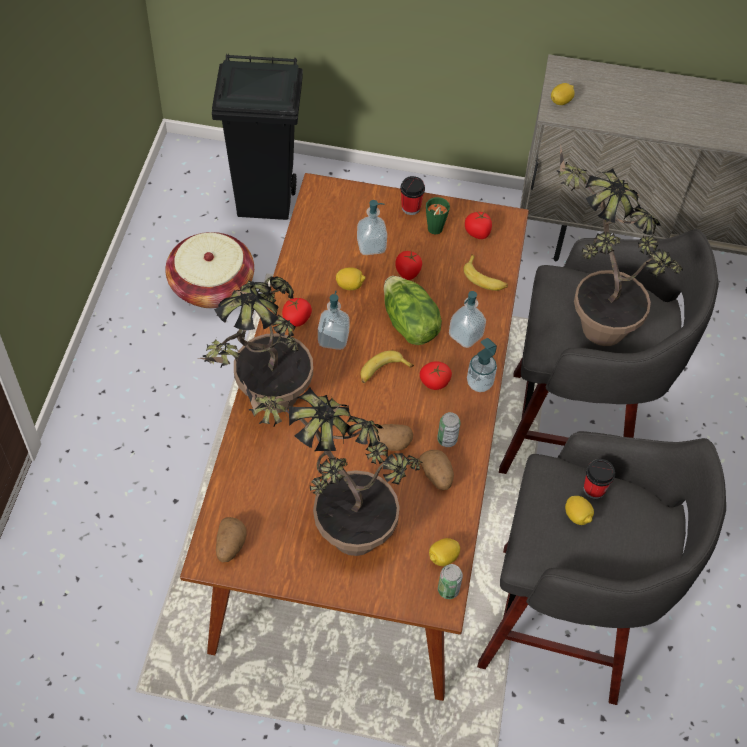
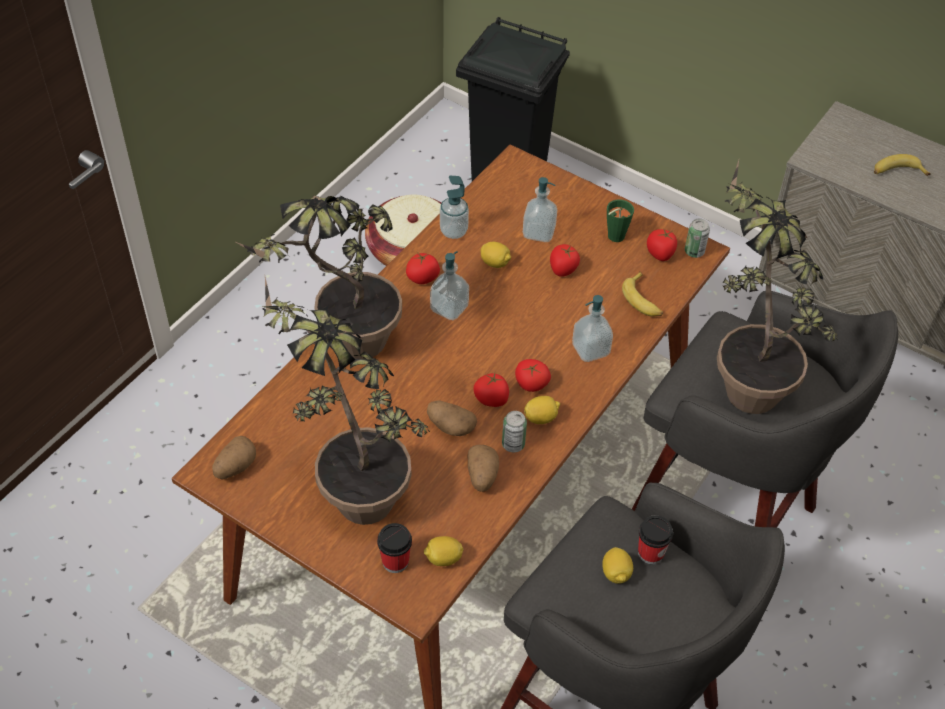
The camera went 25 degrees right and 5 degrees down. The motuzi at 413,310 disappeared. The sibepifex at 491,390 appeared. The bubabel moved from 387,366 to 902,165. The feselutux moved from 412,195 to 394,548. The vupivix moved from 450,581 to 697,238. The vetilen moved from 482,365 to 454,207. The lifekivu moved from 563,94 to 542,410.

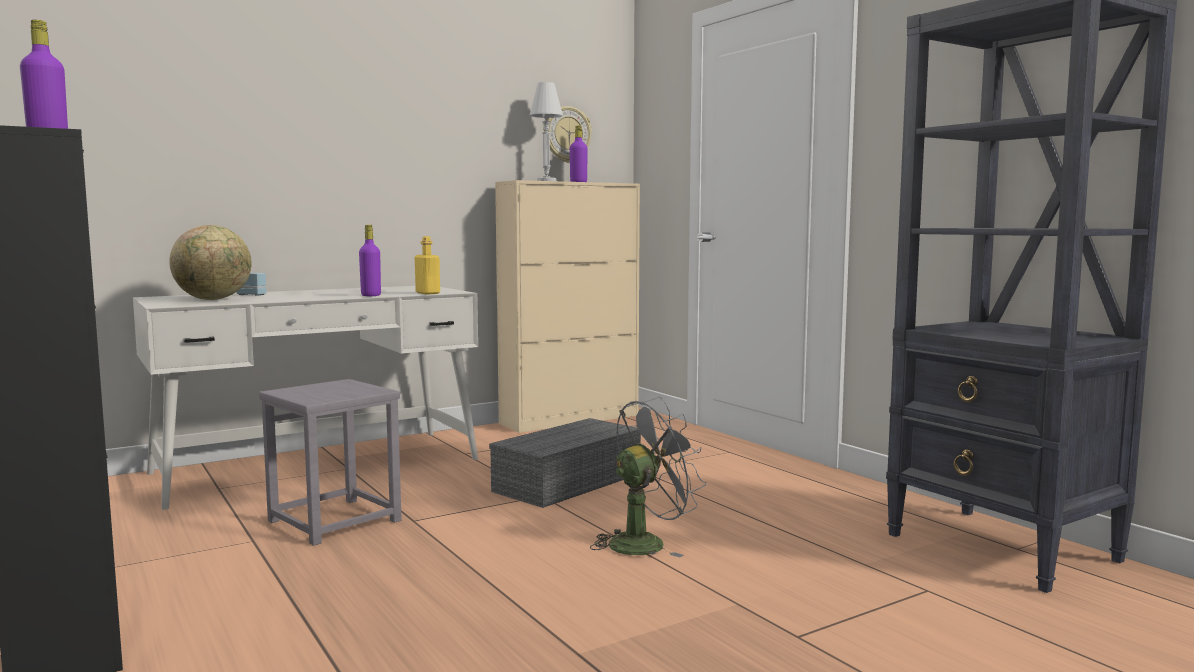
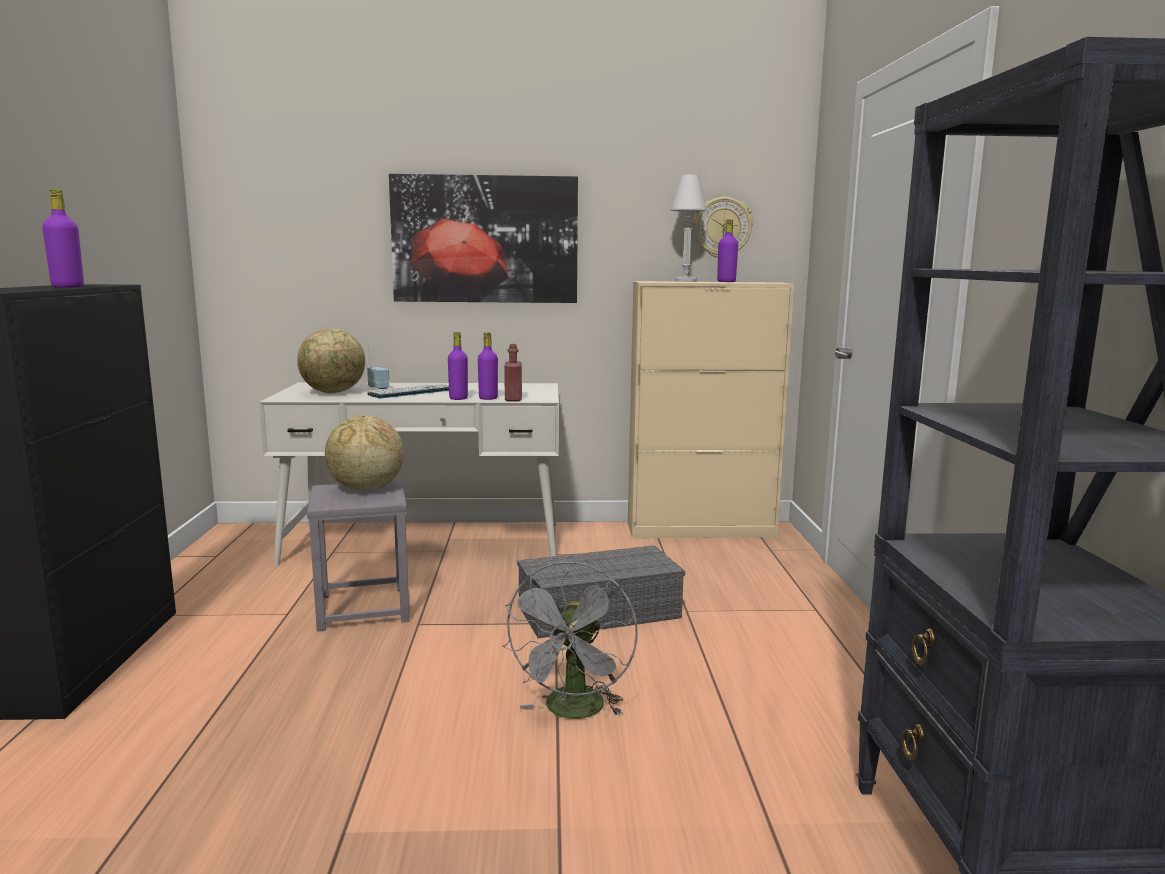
The camera went 30 degrees right and 5 degrees up. The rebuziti at 364,453 appeared. The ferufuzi at 408,391 appeared. The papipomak at 483,238 appeared. The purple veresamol at 488,366 appeared. The yellow veresamol at 427,265 became the red veresamol at 513,372. The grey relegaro at 648,477 turned 105 degrees clockwise.

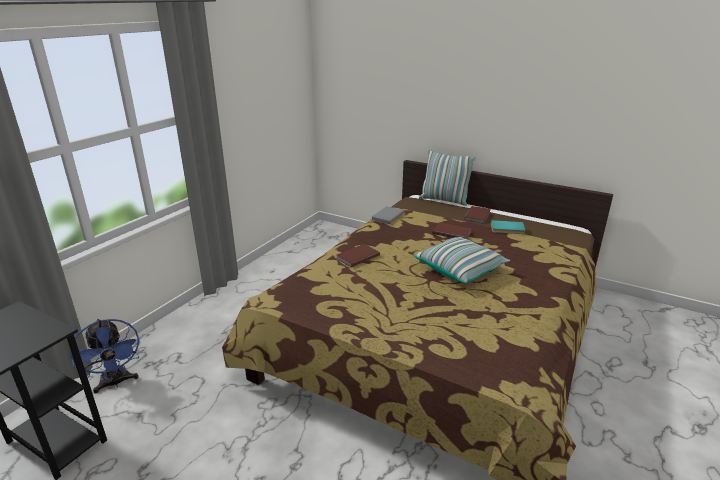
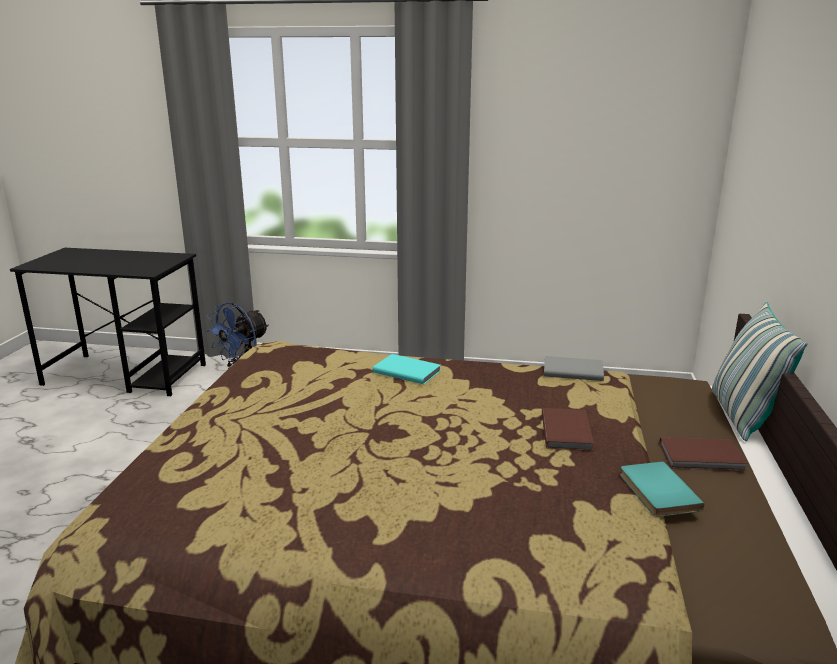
The camera went 70 degrees right and 5 degrees down. The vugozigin at 461,260 disappeared. The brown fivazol at 358,255 became the turquoise fivazol at 406,369.

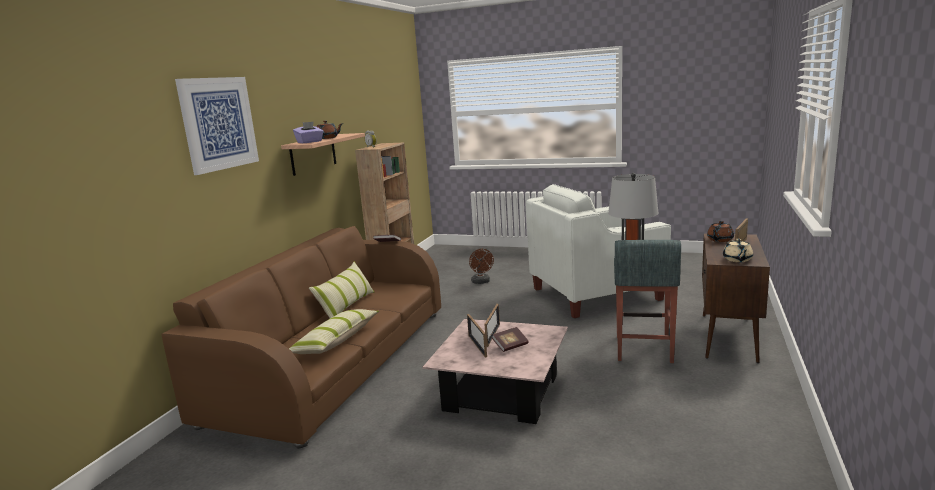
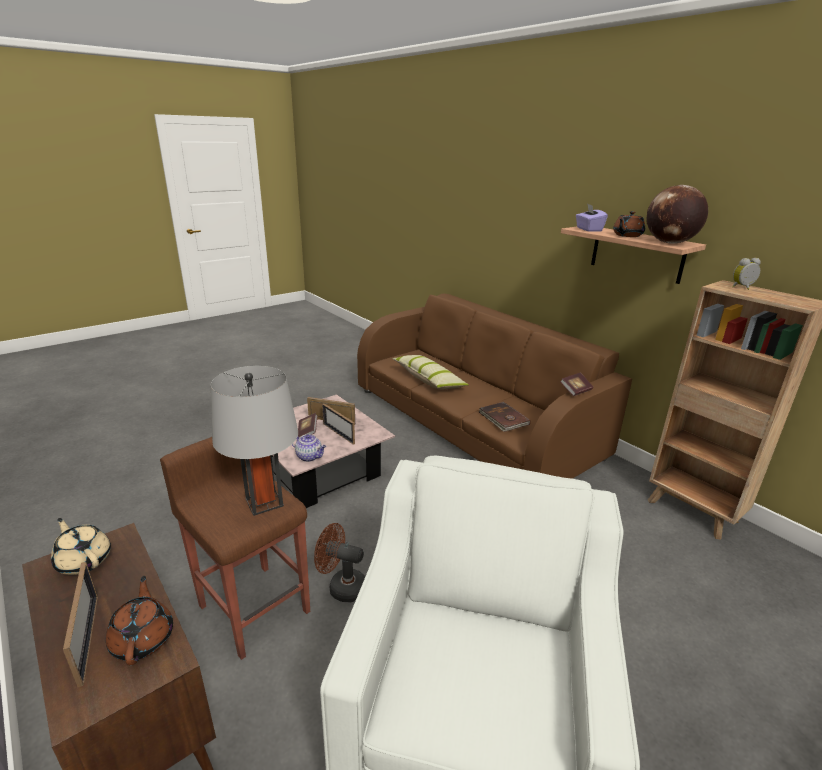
The camera went 120 degrees right and 10 degrees up. The papipomak at 217,126 disappeared. The vugozigin at 341,290 disappeared. The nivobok at 309,448 appeared. The brown fivazol at 505,417 appeared. The rebuziti at 677,214 appeared. The brown relegaro moved from 481,266 to 339,562. The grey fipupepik at 647,301 became the brown fipupepik at 235,548.

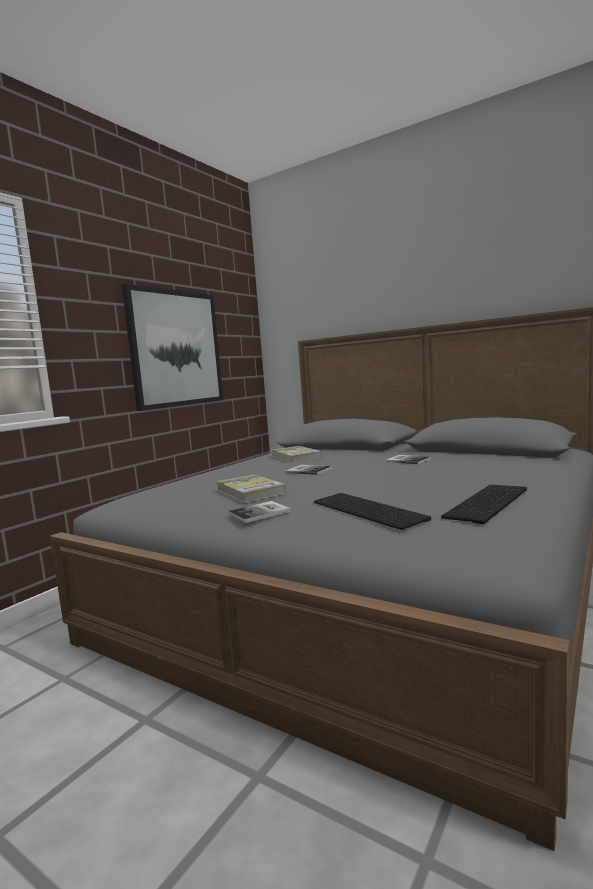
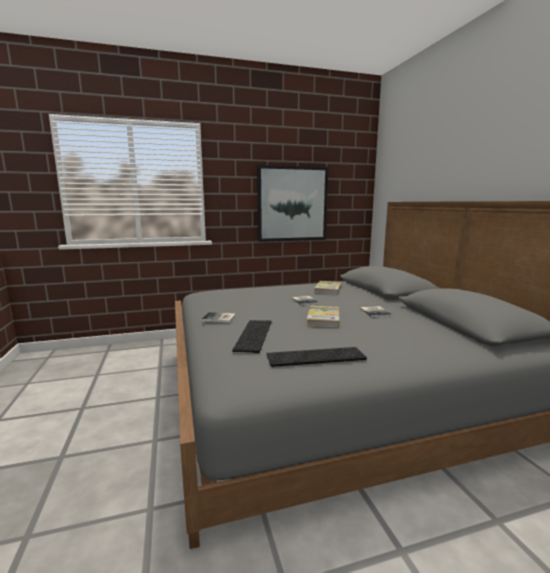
The camera went 40 degrees right and 5 degrees up. The fivazol moved from 251,488 to 322,317.

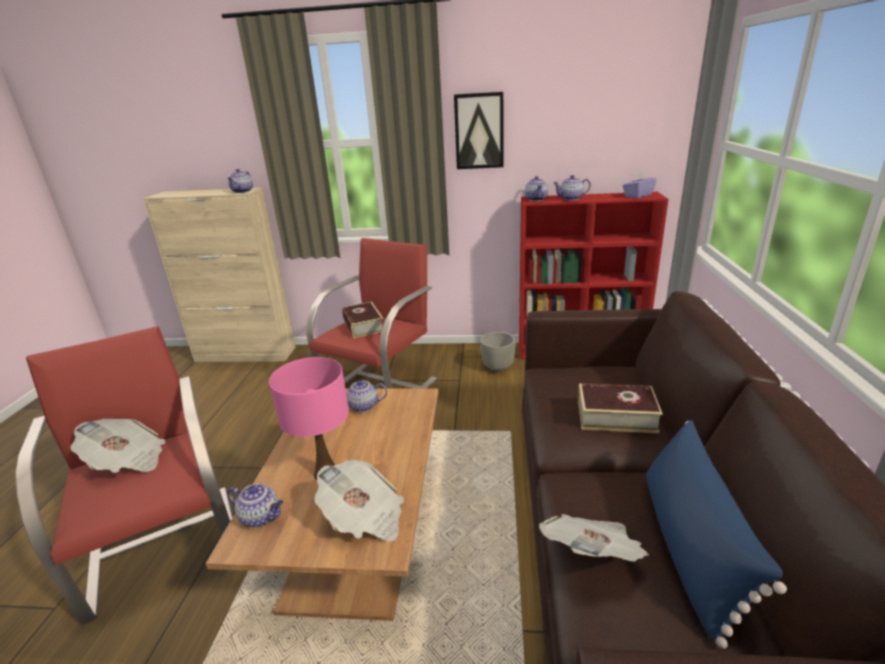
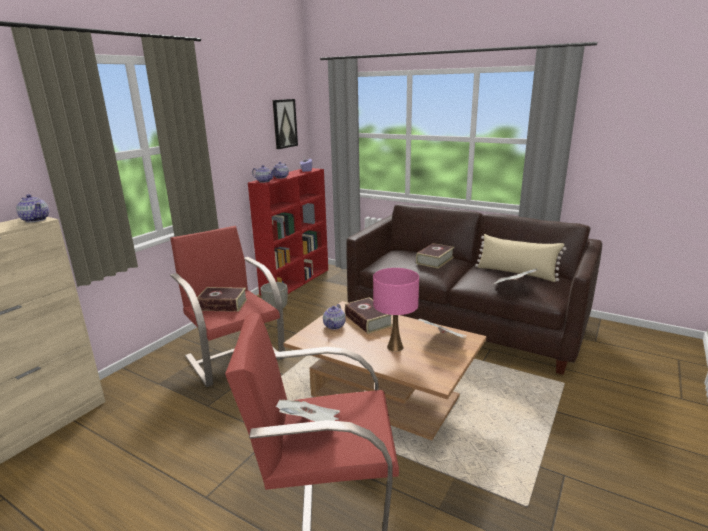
The camera went 65 degrees left and 5 degrees down. The nivobok at 255,505 disappeared. The fivazol at 369,315 appeared. The papipomak moved from 478,130 to 285,124. The blue vugozigin at 716,534 became the beige vugozigin at 520,258.

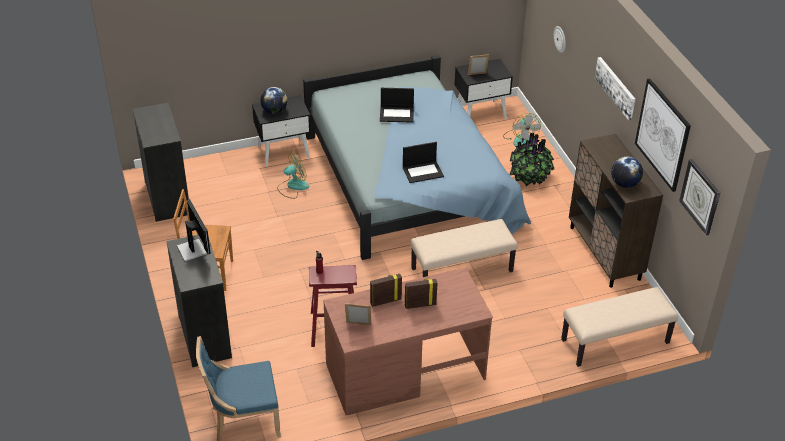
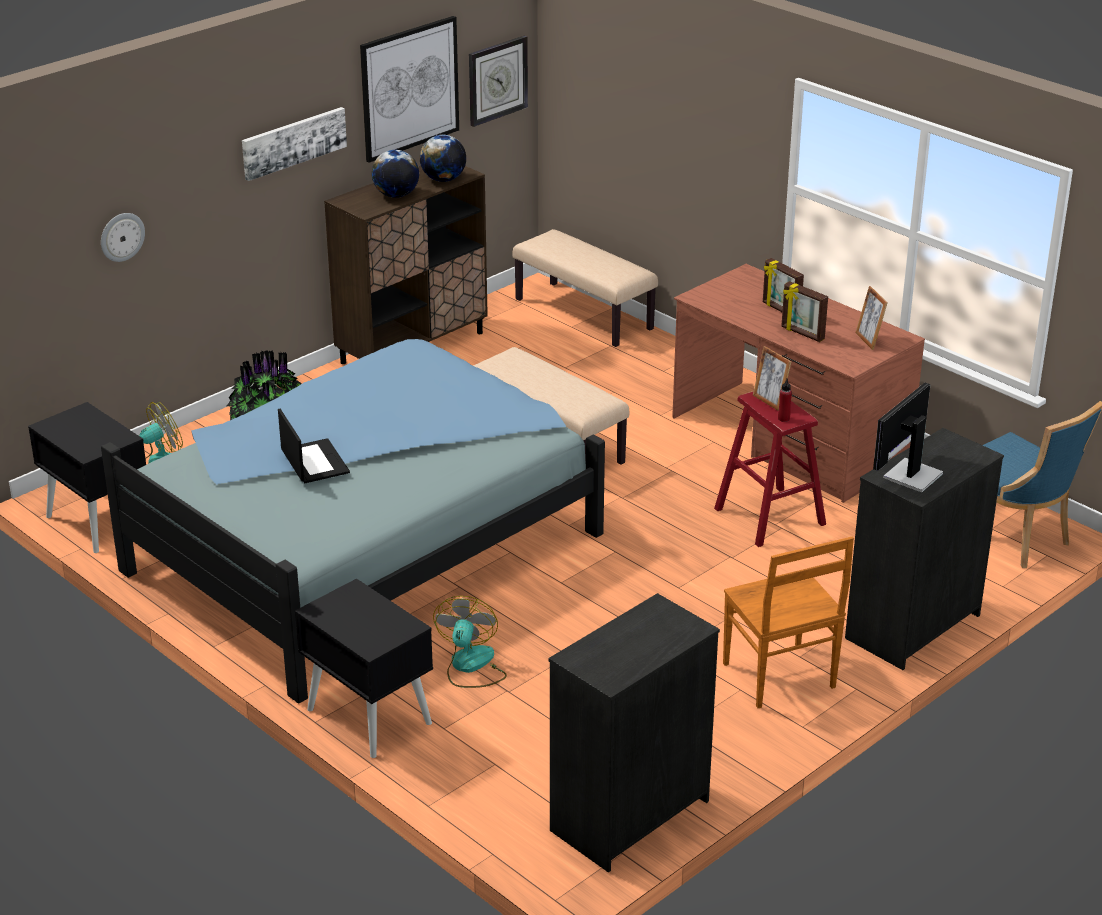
The camera went 115 degrees left and 10 degrees down. The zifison at 423,162 disappeared. The rebuziti moved from 273,100 to 395,174. The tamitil moved from 478,64 to 772,378. The relegaro at 293,176 turned 60 degrees clockwise.

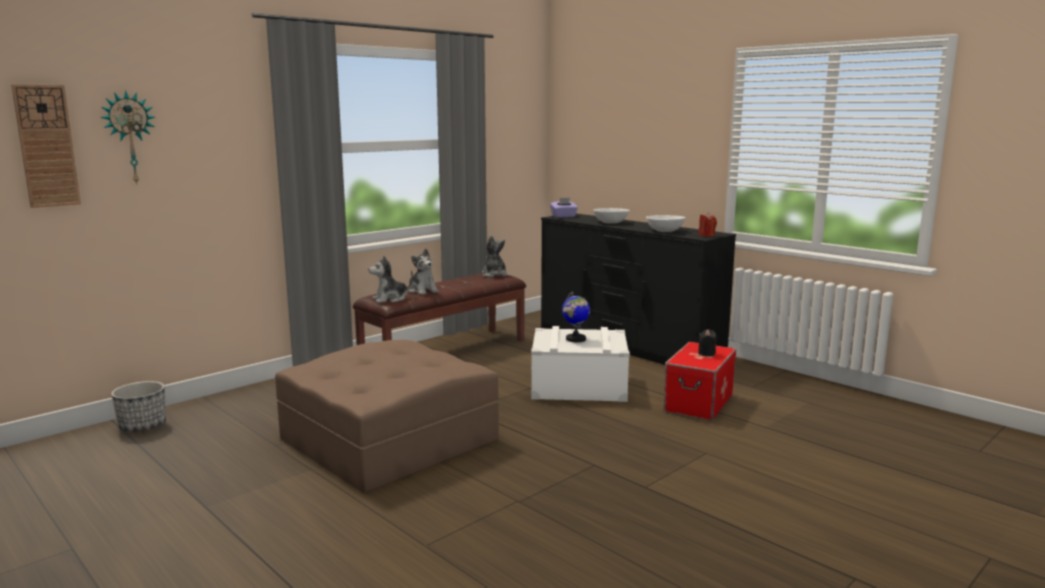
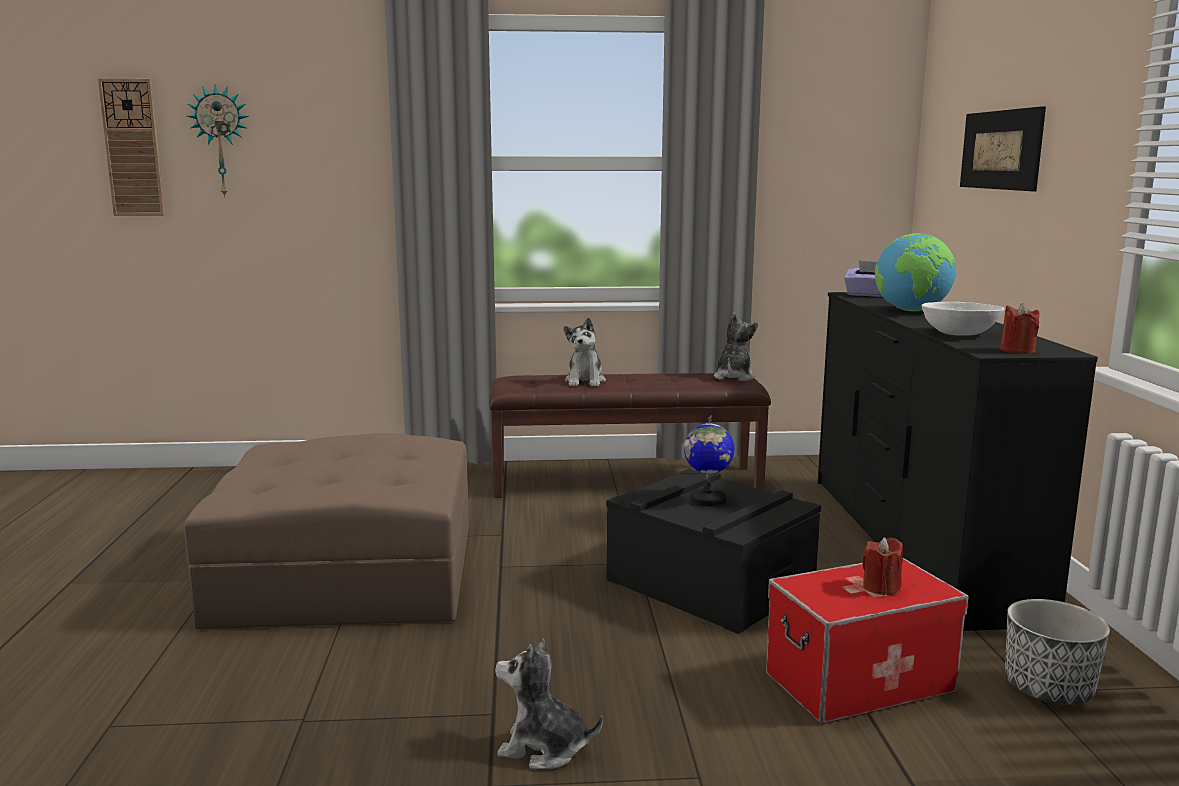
The camera went 40 degrees right and 0 degrees up. The papipomak at 1003,148 appeared. The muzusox moved from 138,406 to 1057,652. The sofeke moved from 390,279 to 549,703. The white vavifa at 611,216 was replaced by the rebuziti at 915,272. The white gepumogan at 580,364 became the black gepumogan at 713,551. The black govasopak at 707,342 became the red govasopak at 882,566.

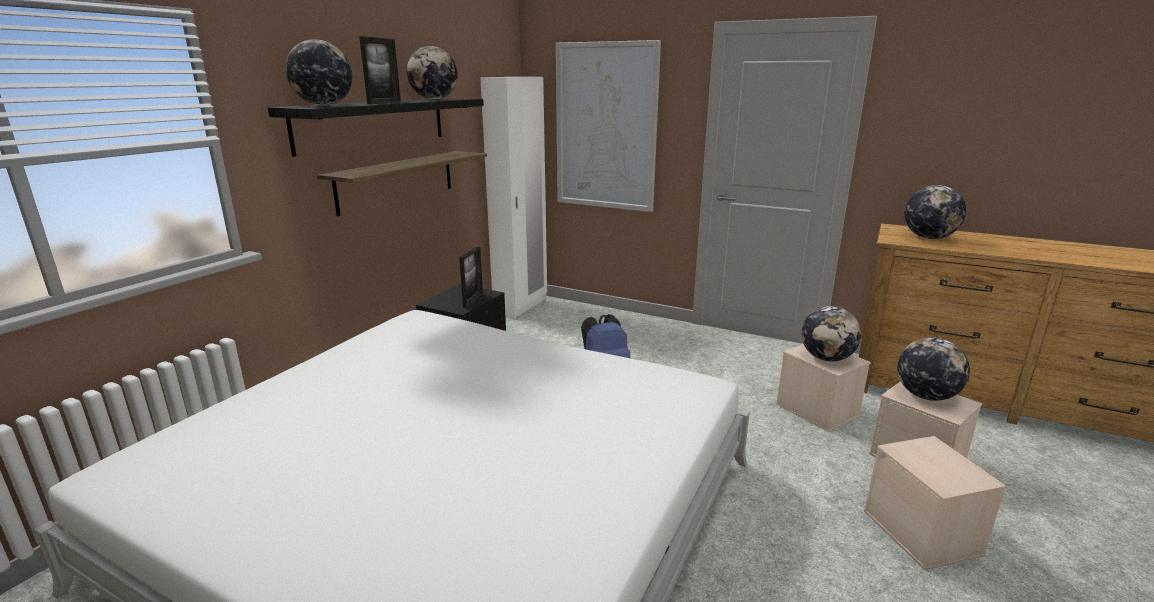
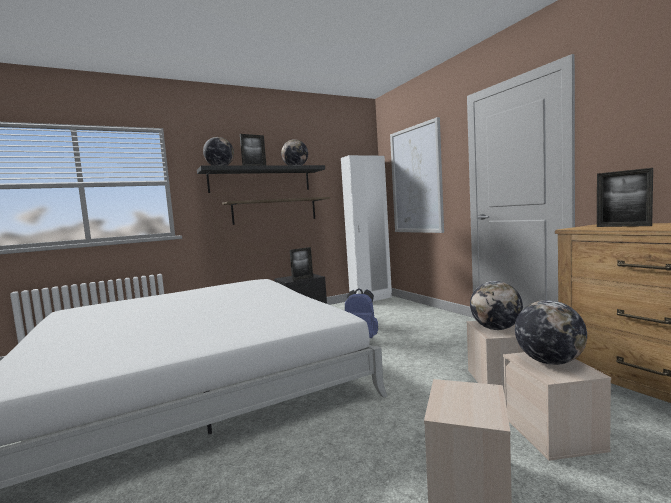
The camera went 35 degrees right and 15 degrees down. The rebuziti at 935,212 was replaced by the tamitil at 625,197.

